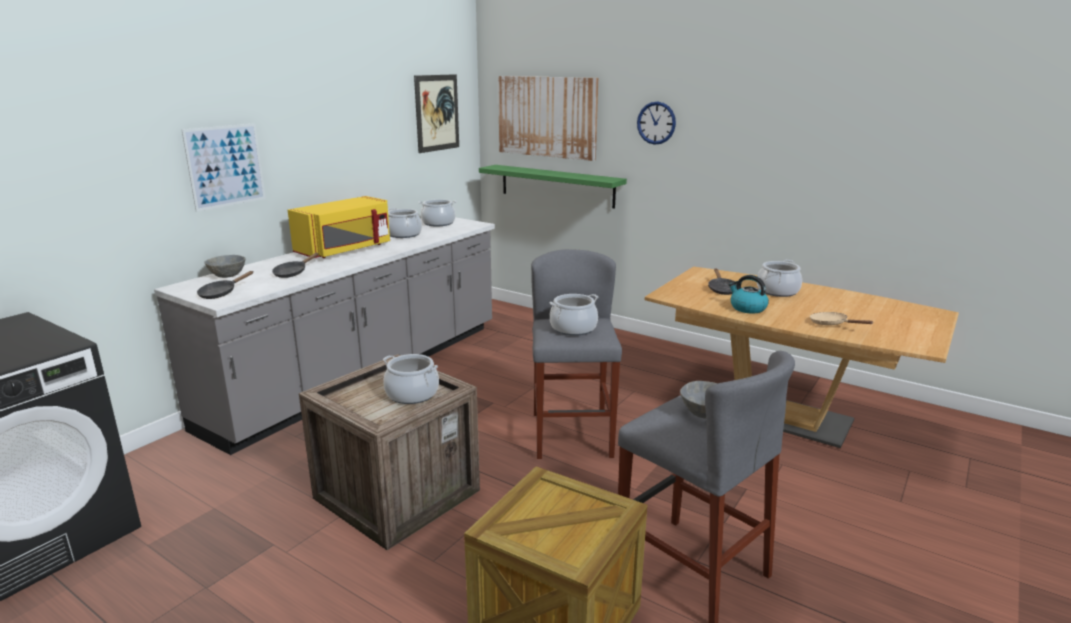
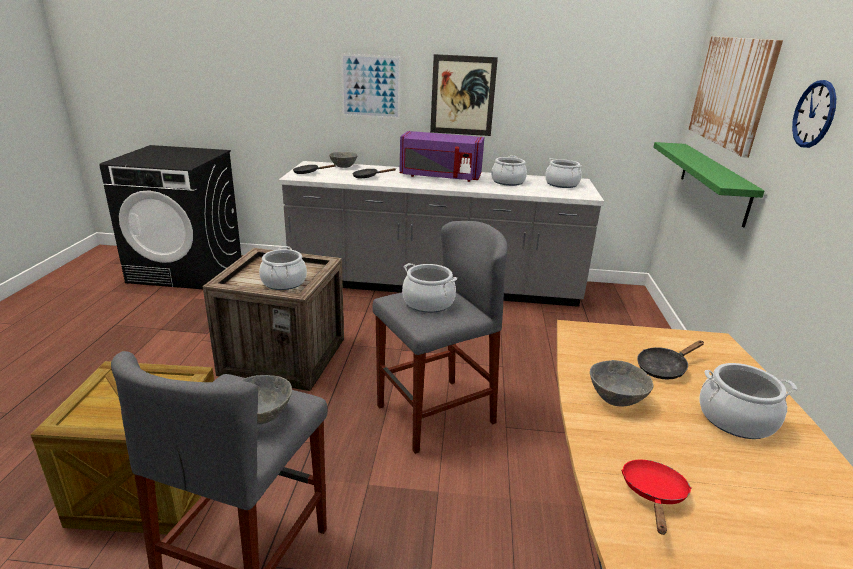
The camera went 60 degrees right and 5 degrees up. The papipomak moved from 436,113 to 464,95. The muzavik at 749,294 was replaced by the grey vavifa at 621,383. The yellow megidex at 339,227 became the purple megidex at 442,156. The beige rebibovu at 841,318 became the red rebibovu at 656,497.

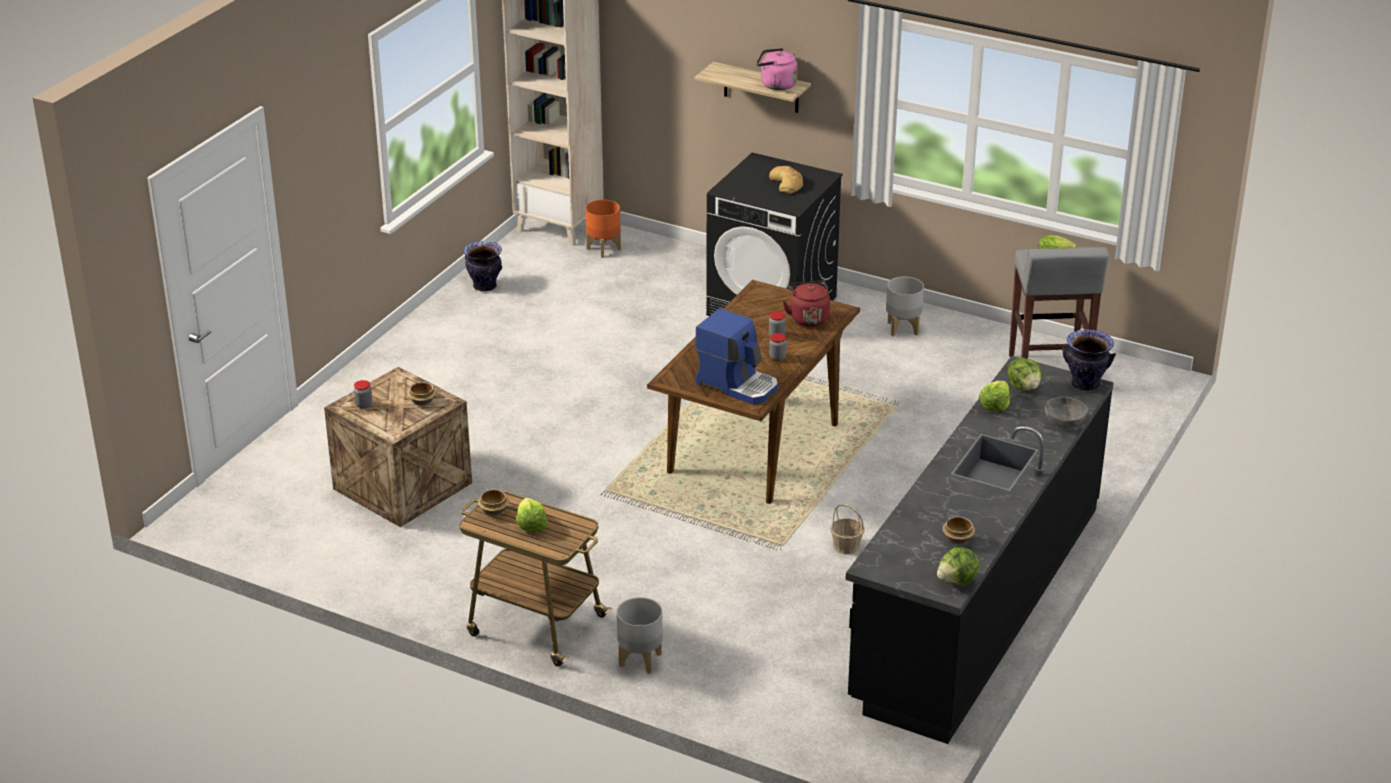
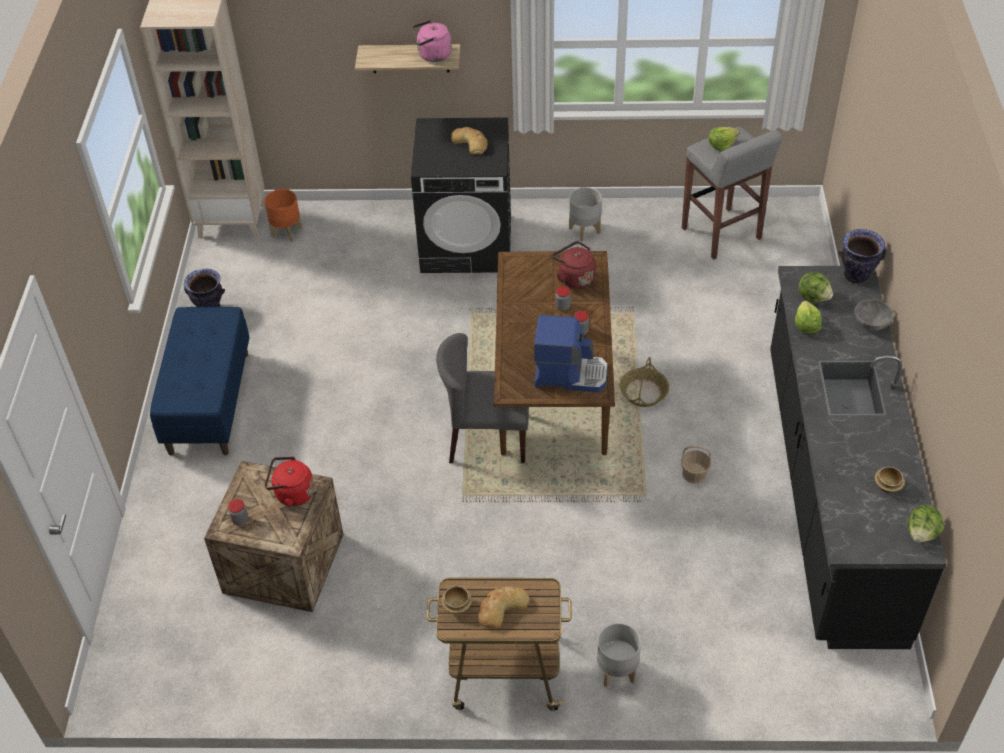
The camera went 25 degrees left and 15 degrees up. The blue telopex at 200,381 appeared. The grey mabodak at 482,398 appeared. The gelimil at 644,382 appeared. The vavifa at 422,394 was replaced by the red muzavik at 289,482. The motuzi at 532,515 was replaced by the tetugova at 503,607.

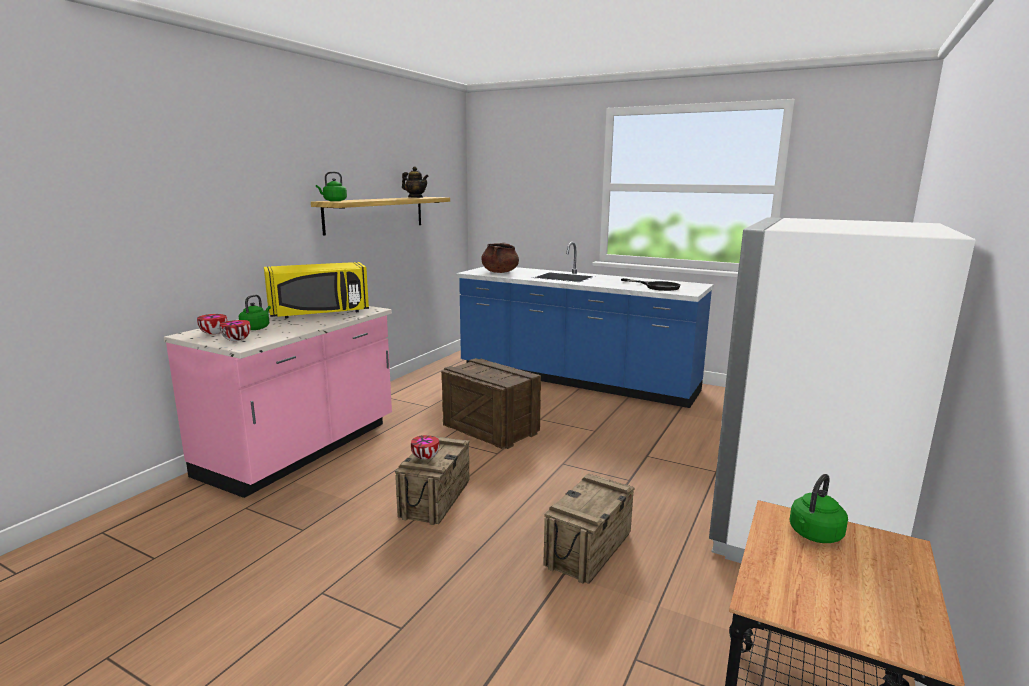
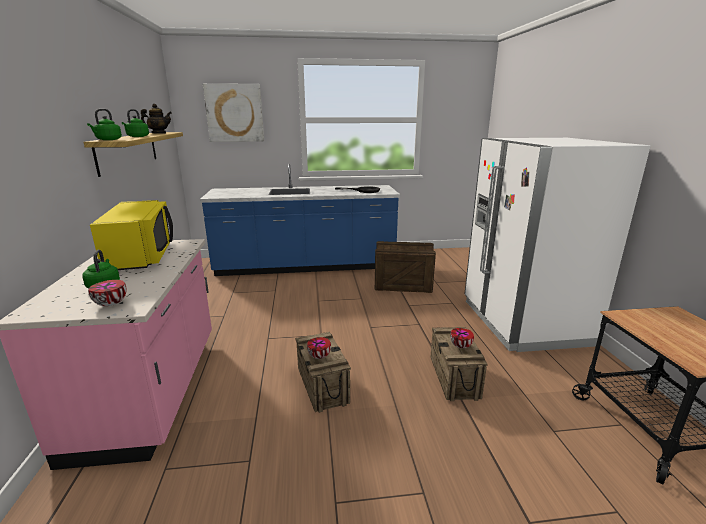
The camera went 35 degrees left and 5 degrees up. The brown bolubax at 500,257 disappeared. The papipomak at 233,112 appeared. The vavifa moved from 212,324 to 462,338. The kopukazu moved from 491,403 to 405,267. The green muzavik moved from 818,508 to 135,123. The yellow megidex at 316,290 turned 45 degrees counterclockwise.

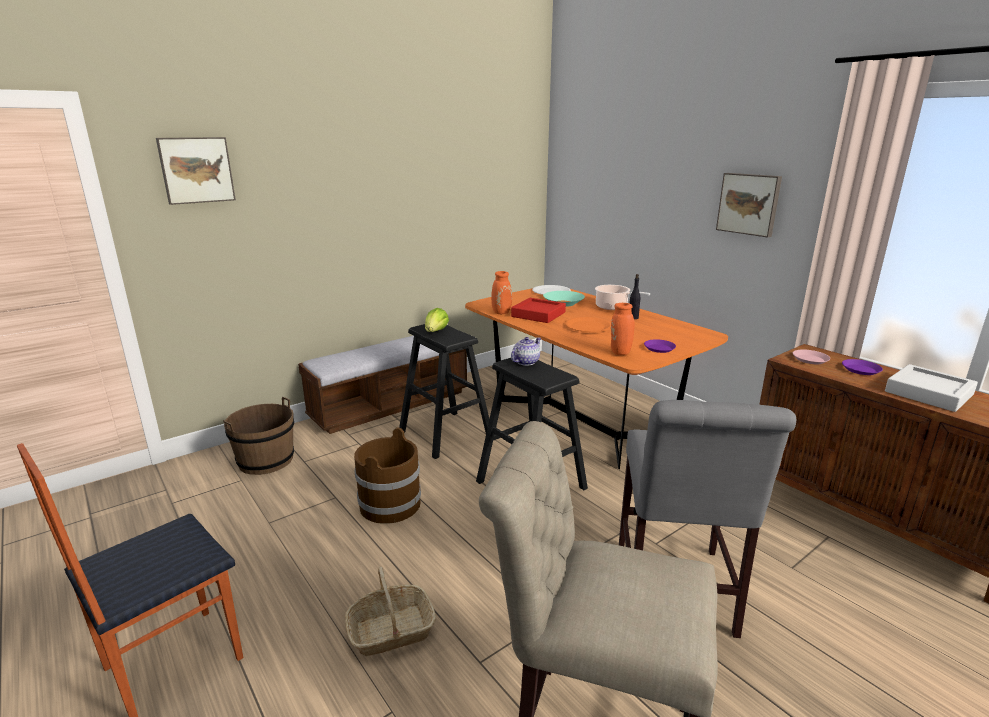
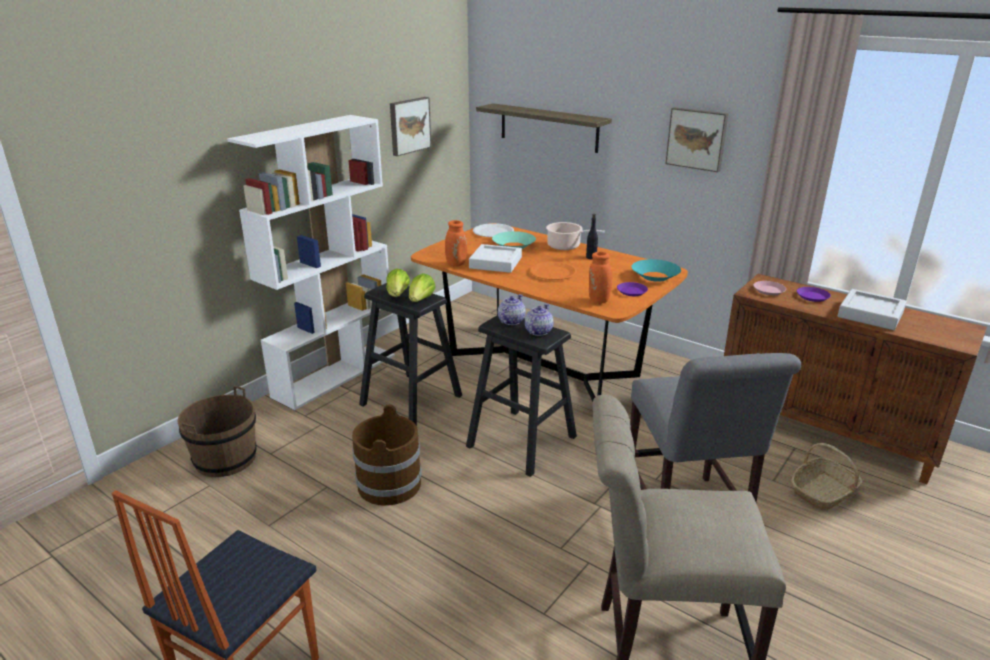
The camera went 15 degrees left and 5 degrees up. The motuzi at 422,287 appeared. The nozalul at 544,128 appeared. The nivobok at 539,320 appeared. The turquoise vavifa at 656,270 appeared. The papipomak moved from 196,171 to 410,126. The gelimil moved from 390,611 to 827,477. The telopex at 382,385 was replaced by the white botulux at 311,262. The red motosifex at 538,310 became the white motosifex at 495,258.

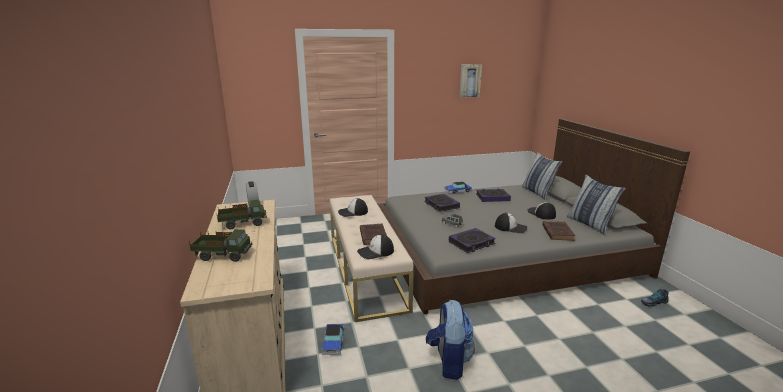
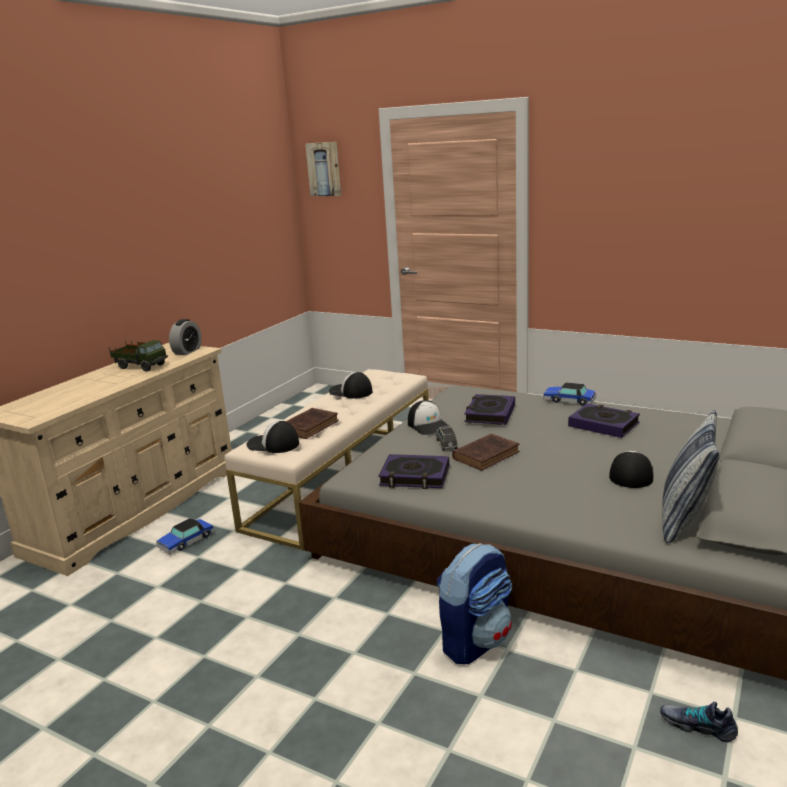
The camera went 45 degrees right and 0 degrees up. The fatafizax at 220,245 disappeared. The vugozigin at 542,176 disappeared. The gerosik moved from 450,340 to 474,603. The papipomak moved from 470,80 to 323,169. The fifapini moved from 511,223 to 429,417. The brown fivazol moved from 558,231 to 486,452.

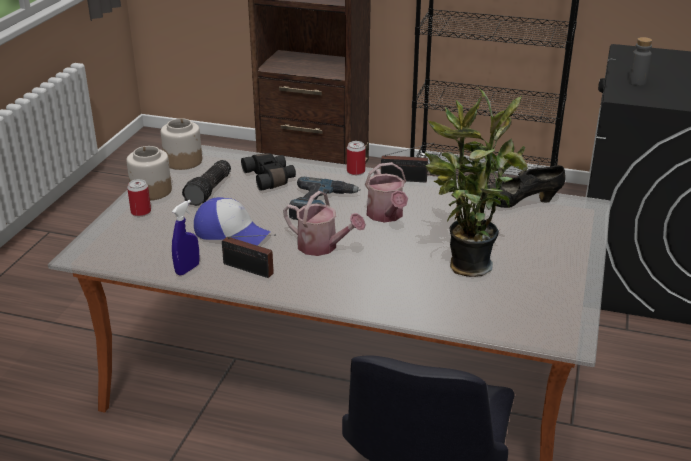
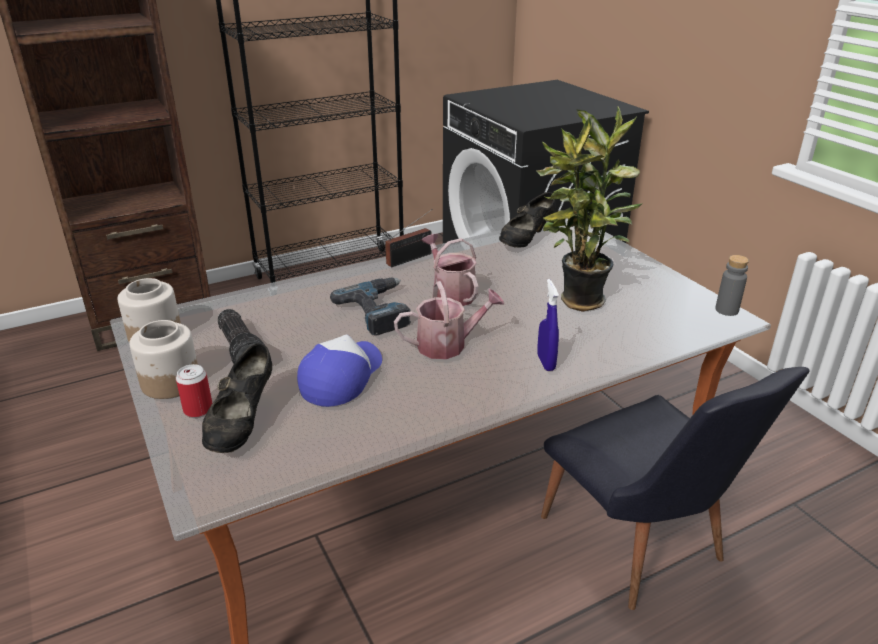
The camera went 45 degrees left and 0 degrees up. The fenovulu at 249,256 disappeared. The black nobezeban at 268,172 disappeared. The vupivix at 356,158 disappeared. The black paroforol at 237,398 appeared. The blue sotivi moved from 186,238 to 548,325. The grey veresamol moved from 640,61 to 732,285. The fifapini at 232,221 turned 45 degrees counterclockwise. The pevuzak at 386,192 turned 150 degrees counterclockwise.

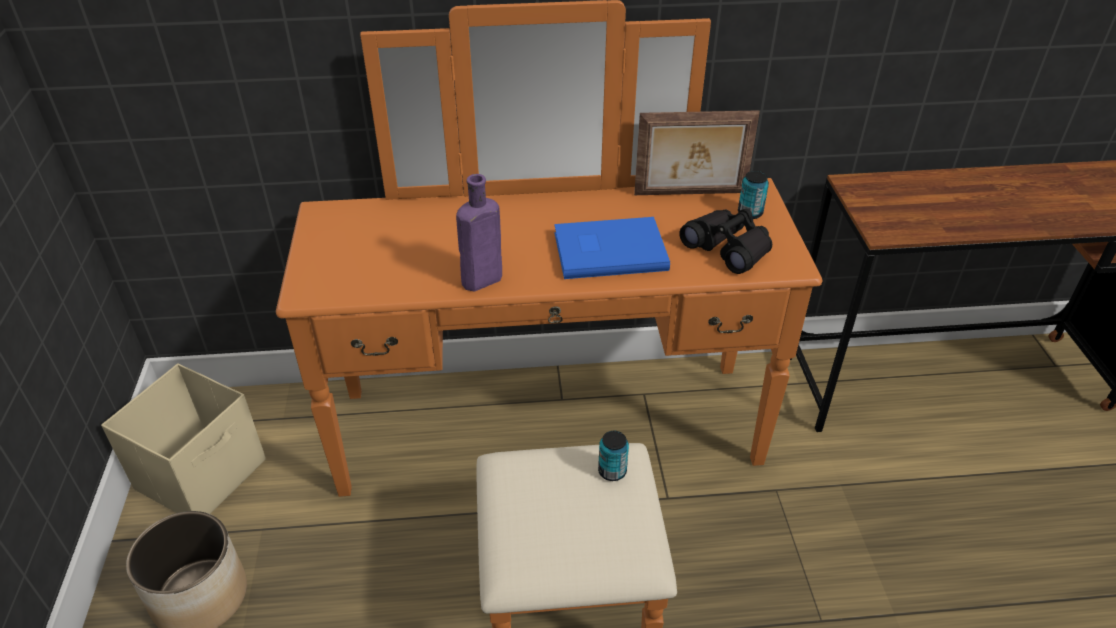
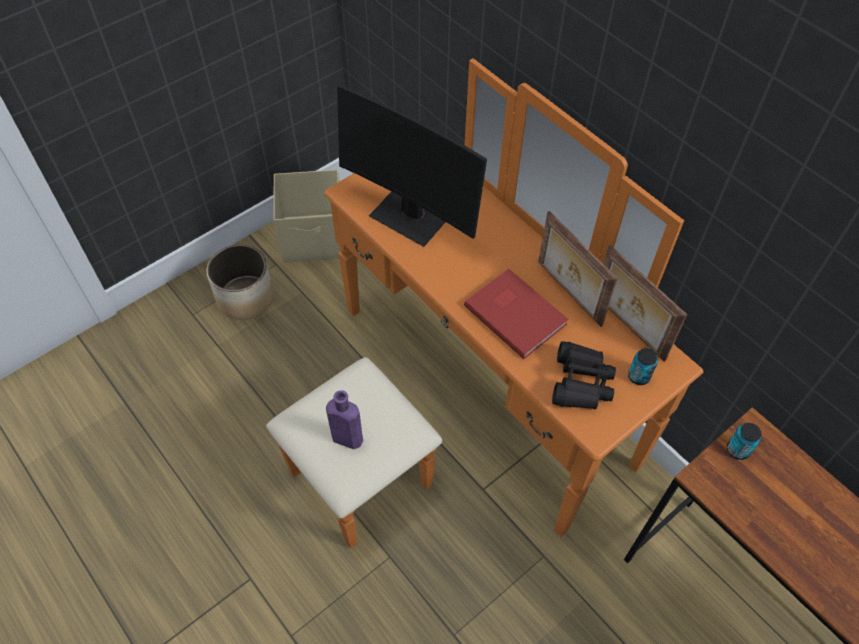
The camera went 55 degrees right and 15 degrees up. The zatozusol at 412,166 appeared. The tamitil at 578,269 appeared. The purple veresamol moved from 479,233 to 344,419. The vupivix moved from 613,456 to 744,441. The blue fivazol at 612,248 became the red fivazol at 516,314.

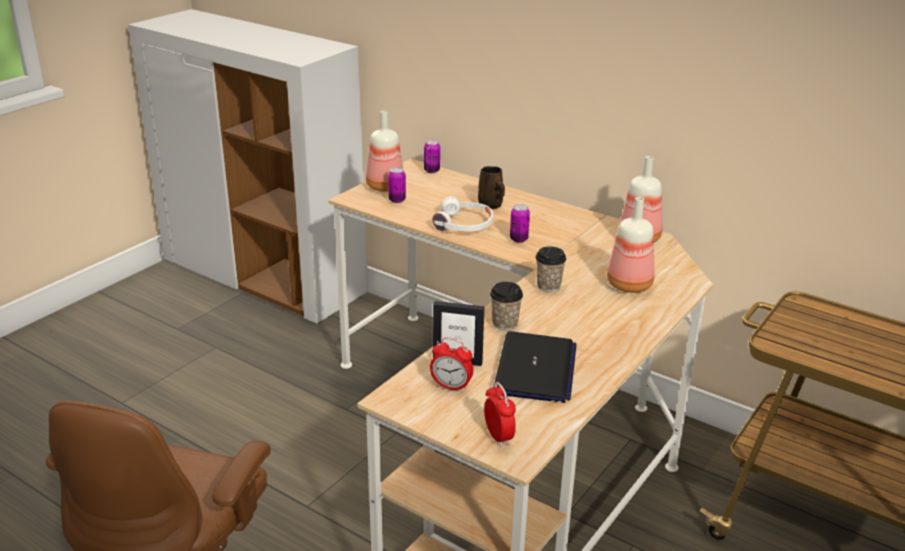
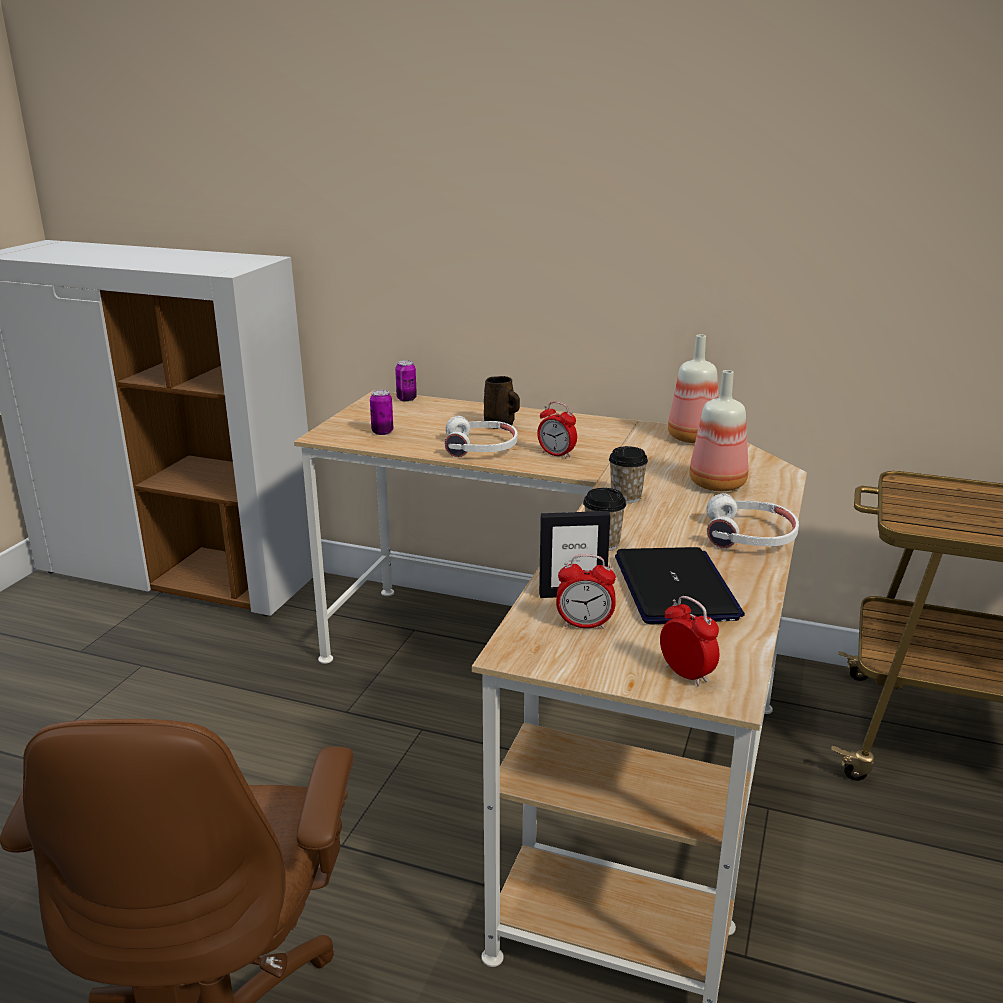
The camera went 15 degrees left and 5 degrees down. The veresamol at 384,151 disappeared. The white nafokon at 752,521 appeared. The vupivix at 520,223 was replaced by the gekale at 557,430.

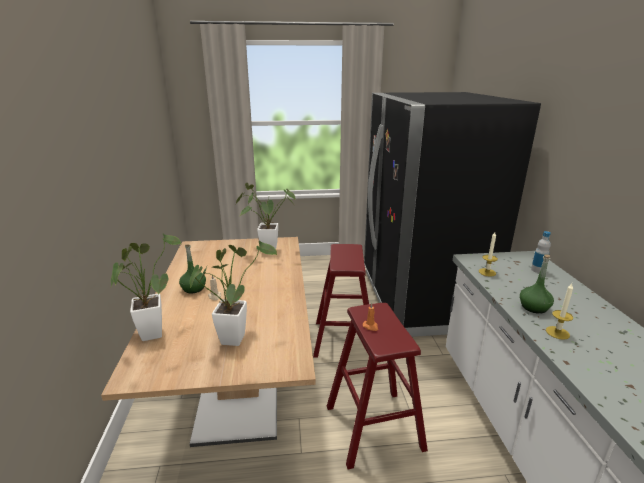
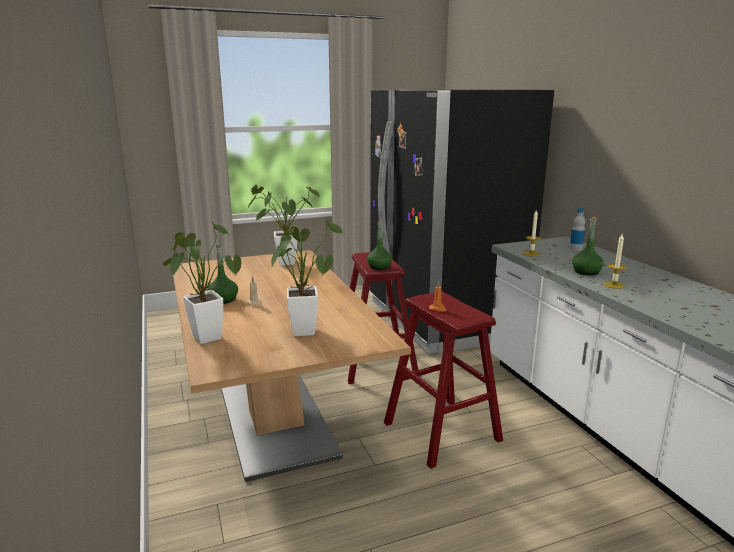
The camera went 15 degrees left and 5 degrees down. The green veresamol at 379,245 appeared.

